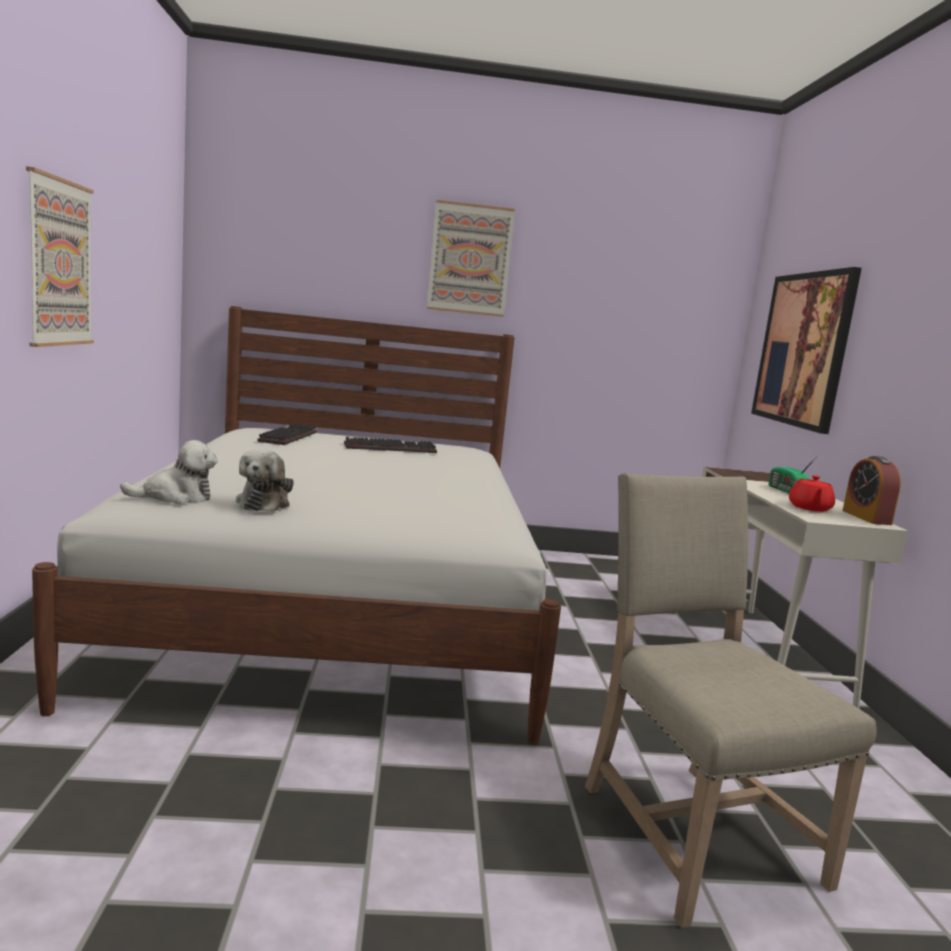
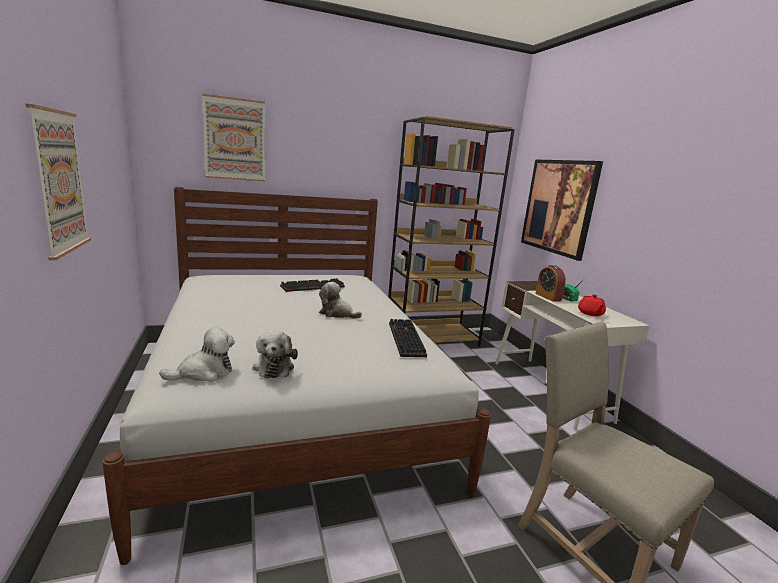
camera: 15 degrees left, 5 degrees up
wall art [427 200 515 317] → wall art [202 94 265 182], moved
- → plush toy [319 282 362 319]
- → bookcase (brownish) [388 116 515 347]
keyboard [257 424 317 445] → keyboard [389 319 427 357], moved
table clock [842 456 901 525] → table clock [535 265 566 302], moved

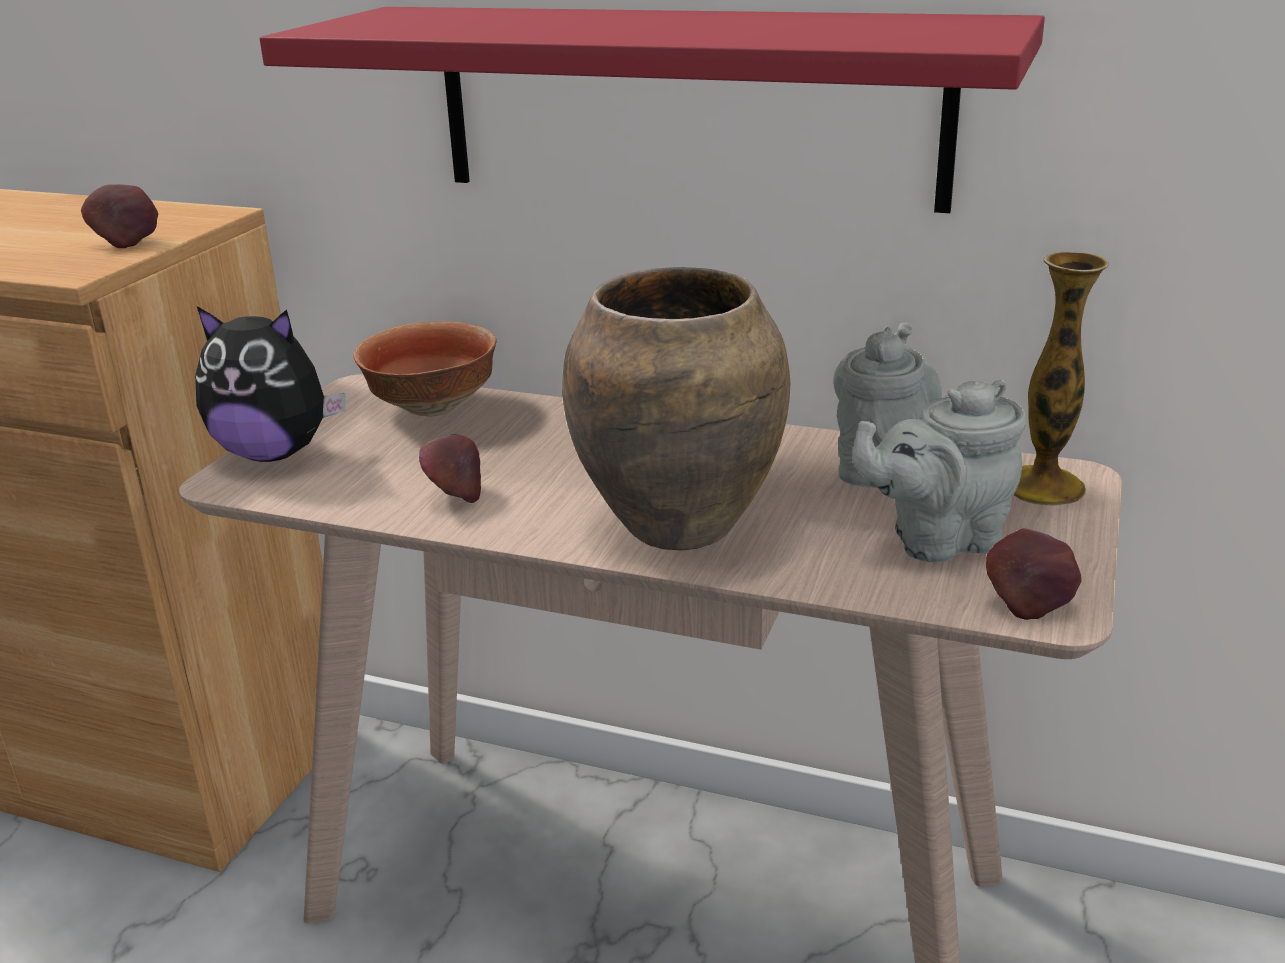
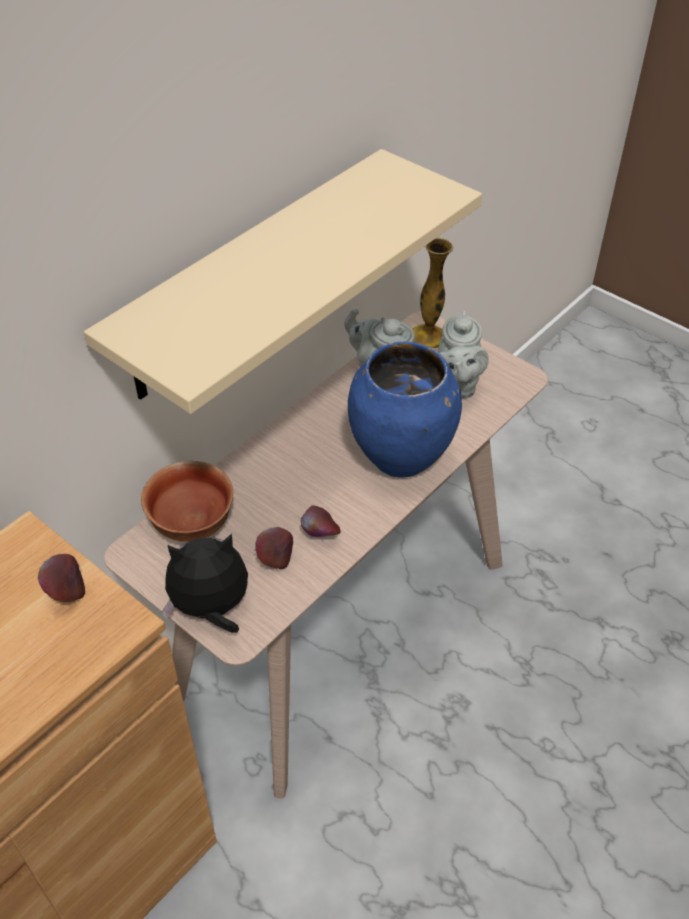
camera: 70 degrees left, 20 degrees up
shelf (red-coloured) [260 7 1045 213] → shelf (beige-coloured) [84 149 482 414]
plush toy [195 306 346 462] → plush toy [162 533 248 633], 135 degrees counterclockwise
apple [986 528 1081 620] → apple [255 527 293 569], moved
vase (brownish) [562 267 790 551] → vase (bluish) [348 341 462 478]

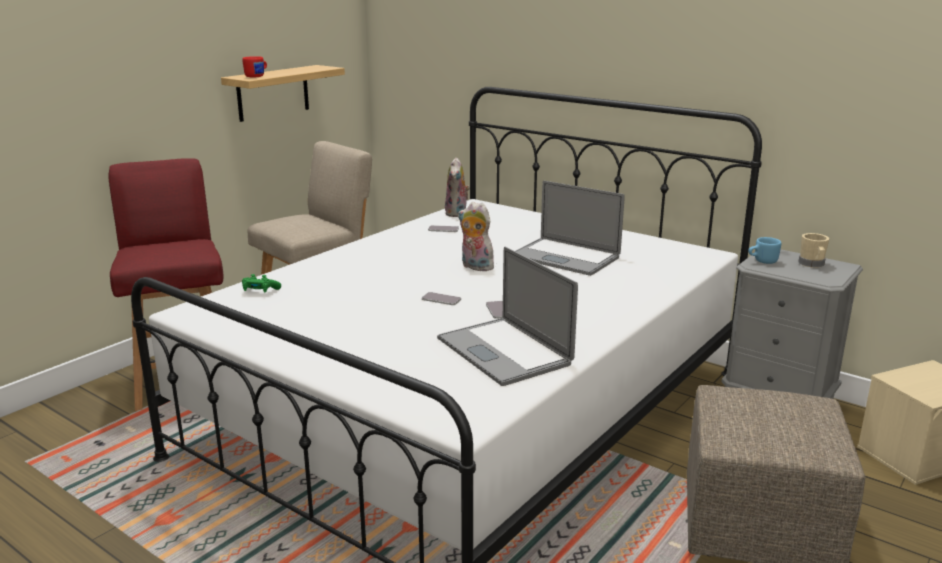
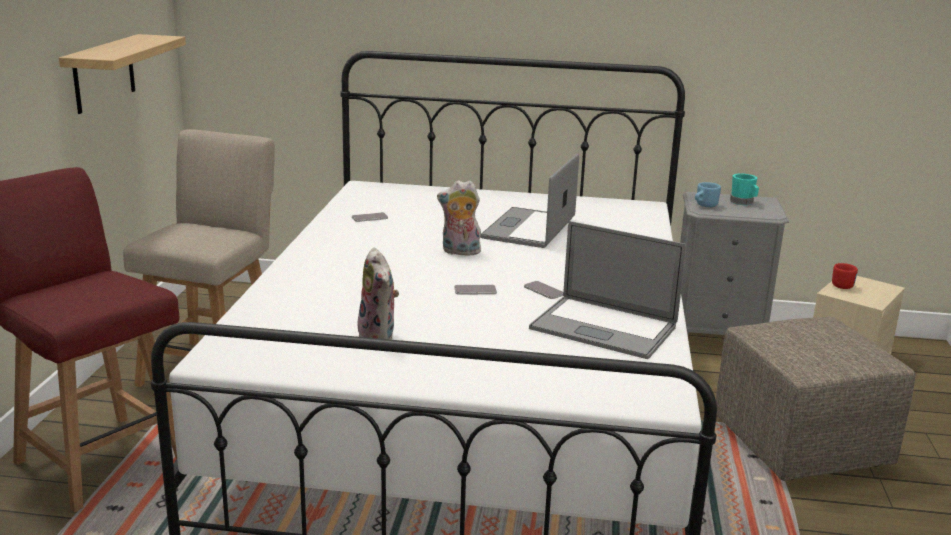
camera: 30 degrees left, 0 degrees up
plush toy [445 157 470 217] → plush toy [358 247 399 340], moved
notebook computer [515 181 625 276] → notebook computer [481 154 579 248], 105 degrees clockwise
coffee mug (beige-coloured) [798 233 830 268] → coffee mug (turquoise-coloured) [730 174 759 205]
coffee mug (red-coloured) [242 56 267 78] → coffee mug (red-coloured) [832 263 858 289], moved
joypad (greenish) [242 274 281 293] → -

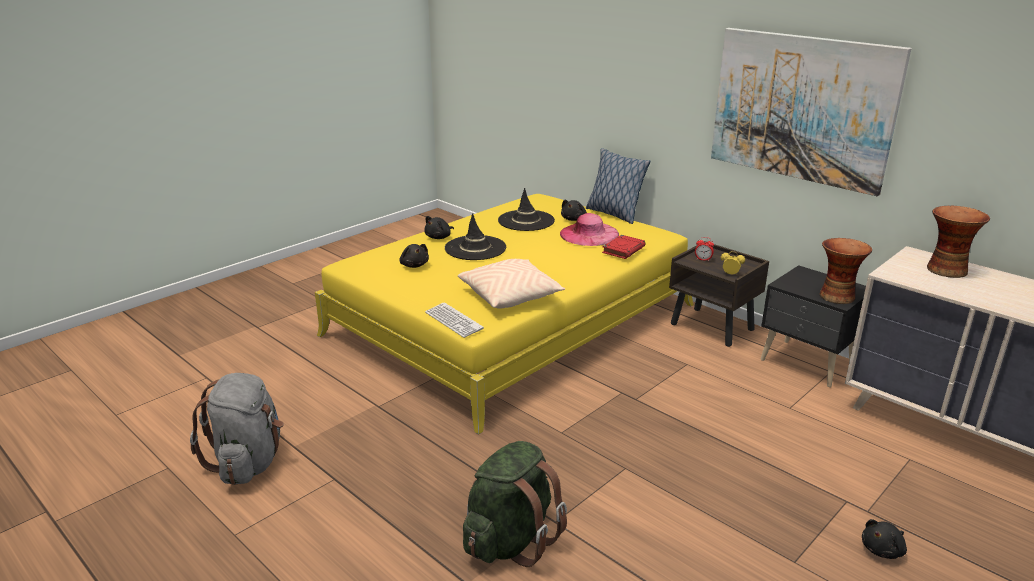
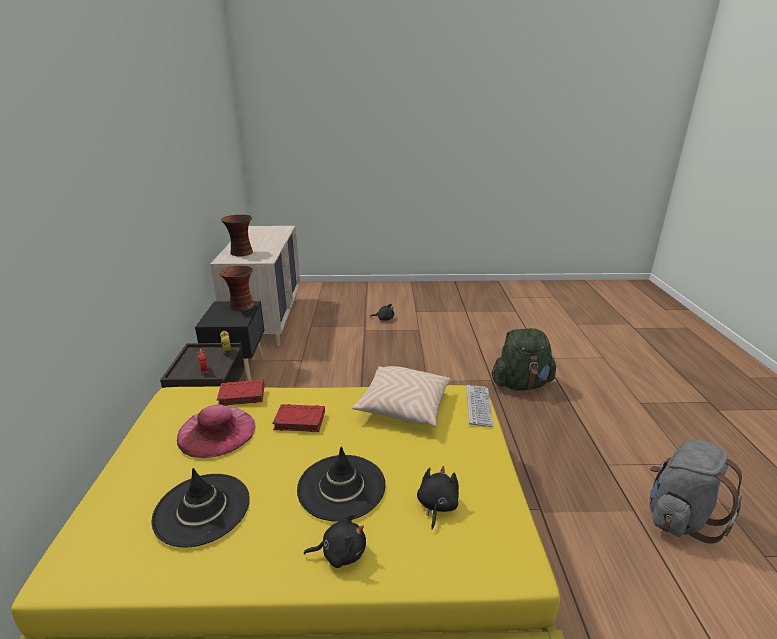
camera: 135 degrees left, 0 degrees up
- → book (red-coloured) [272 404 325 432]
plush toy (black-coloured) [561 200 587 221] → -
throw pillow [586 148 650 224] → -
wall art [711 28 911 196] → -

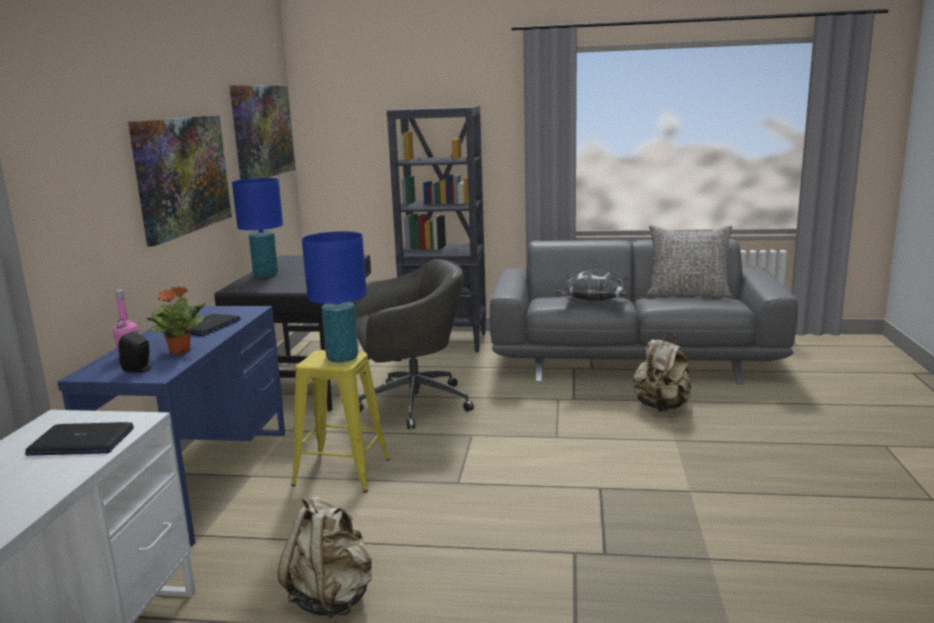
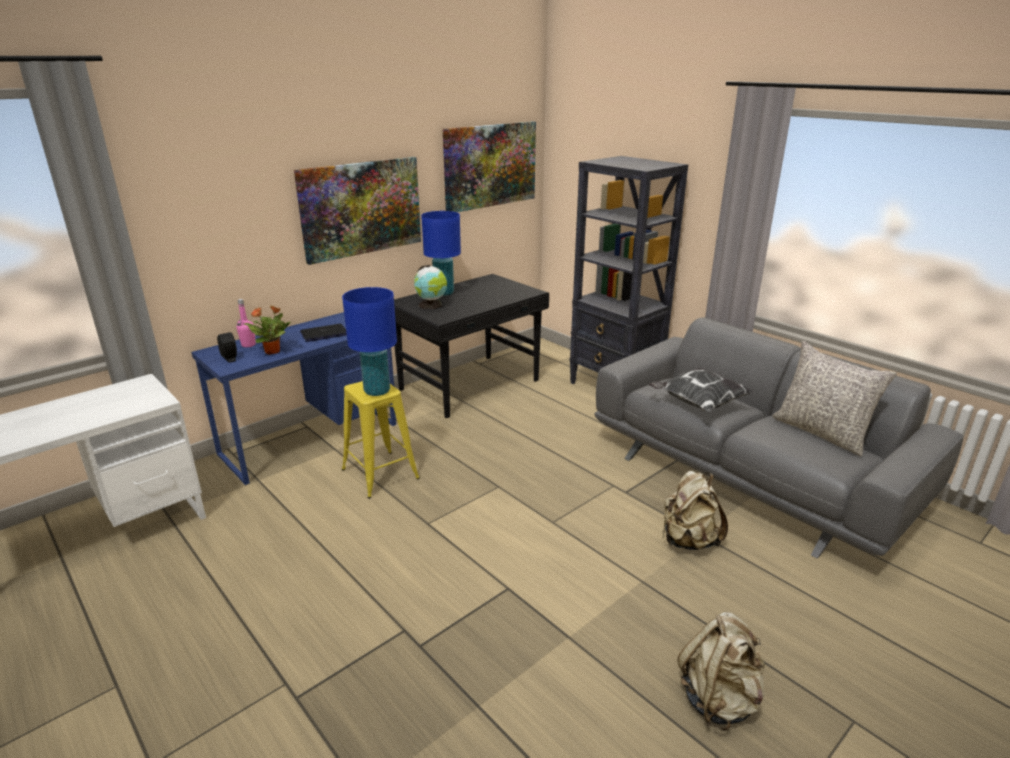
camera: 40 degrees right, 10 degrees up
- → desk globe [414 265 447 309]
knapsack (beige-coloured) [278 496 372 618] → knapsack (beige-coloured) [677 612 765 731], moved
notebook computer [25 422 134 456] → -
desk chair (gray) [351 259 474 429] → -

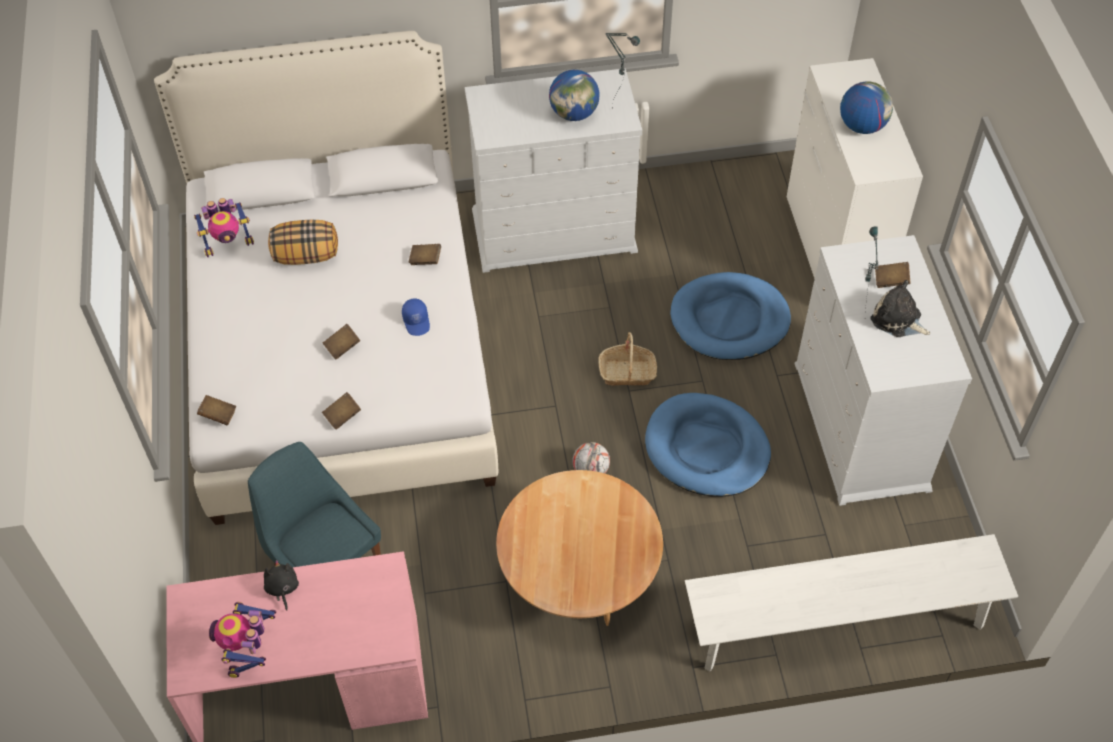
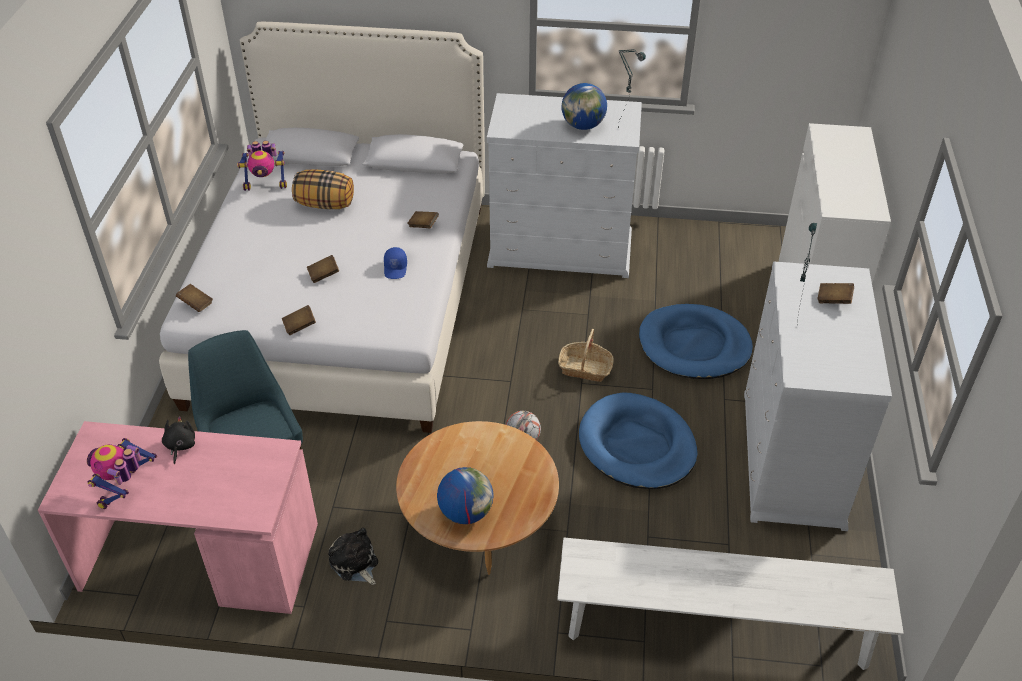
camera: 15 degrees right, 10 degrees down
plush toy [871 280 930 337] → plush toy [328 528 378 585], moved
desk globe [840 81 893 134] → desk globe [437 467 494 524], moved

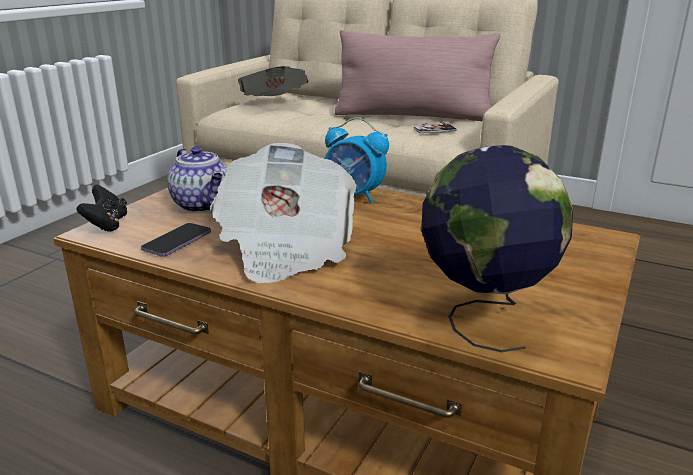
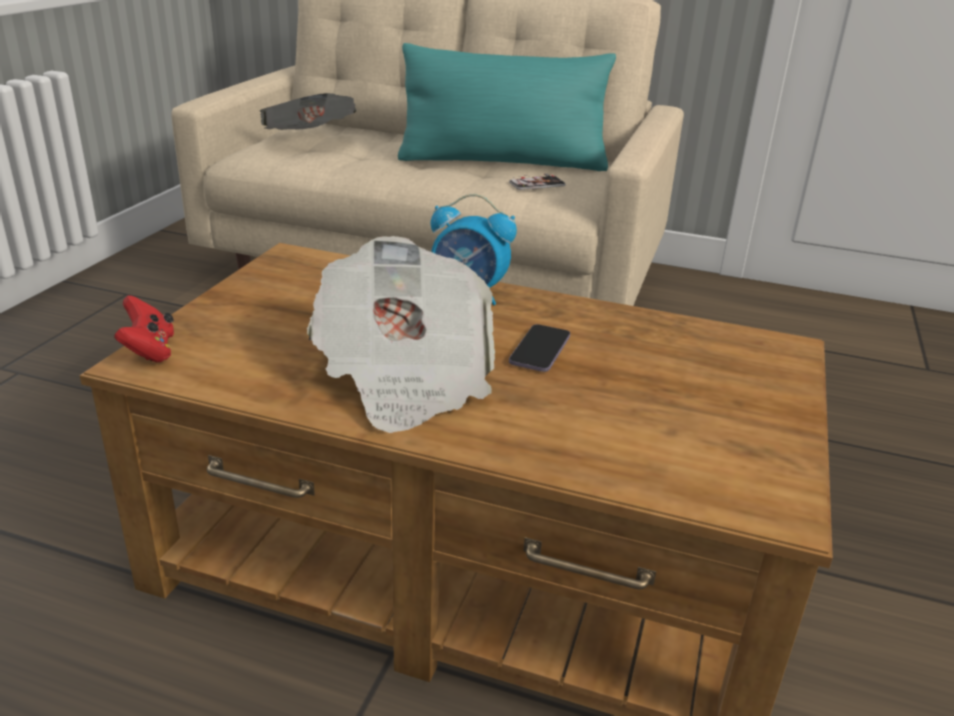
camera: 10 degrees left, 5 degrees up
joypad (black-coloured) [76 185 127 232] → joypad (red-coloured) [114 295 174 362]
throw pillow (pink) [335 30 500 121] → throw pillow (turquoise-coloured) [398 43 616 171]
phone [141 223 211 256] → phone [509 324 570 372], moved
pot for tea [167 146 227 212] → -
desk globe [421 145 573 352] → -

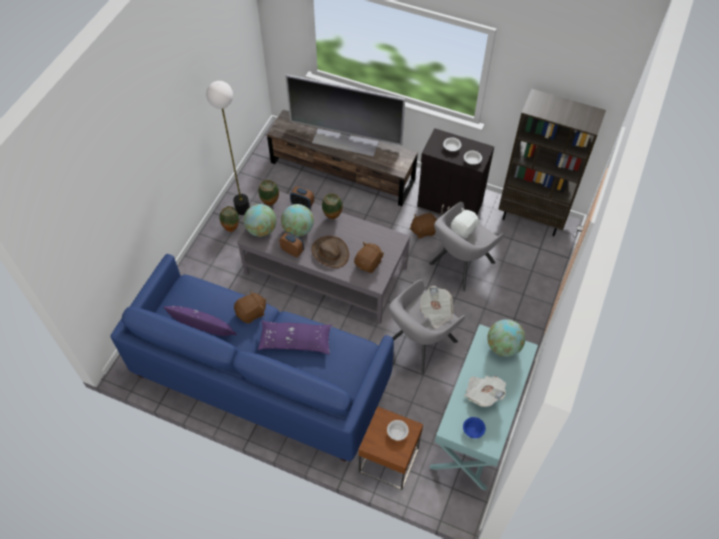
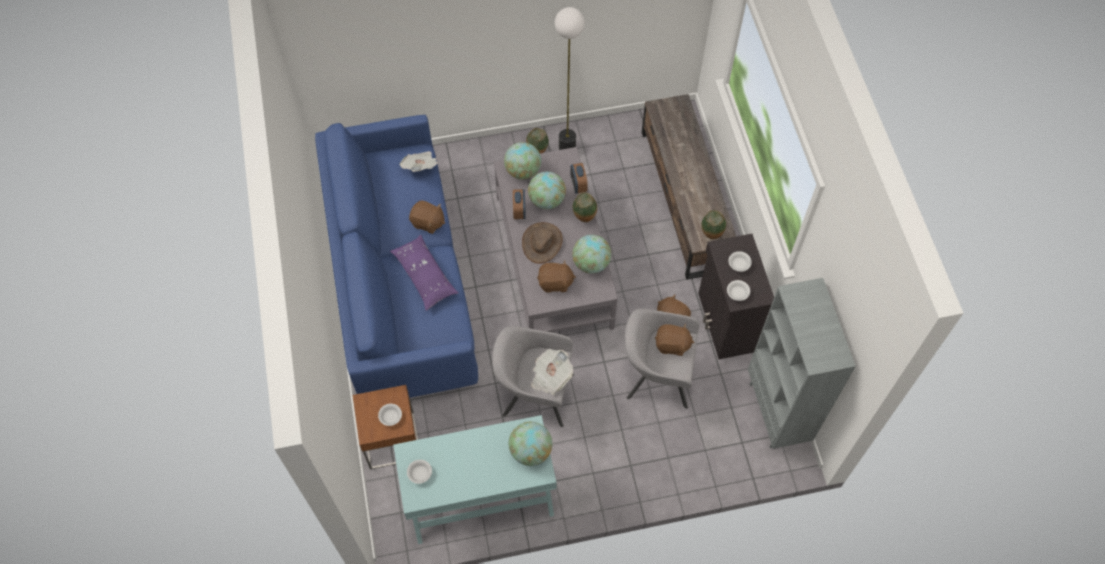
camera: 55 degrees right, 5 degrees up
printed paper [464 376 506 407] → printed paper [400 151 438 172], moved
deep dish (bluish) [463 417 486 438] → deep dish (white-coloured) [407 460 432 484]
- → desk globe [572 235 611 274]
plush toy (white-coloured) [451 208 480 238] → plush toy (brownish) [655 324 694 356]
vase [259 180 279 206] → vase [701 210 726 239], moved
bookcase (brownish) [498 89 606 237] → bookcase (gray) [748 278 856 449]
throw pillow (purple) [163 306 237 336] → -
TV set [285 74 405 156] → -

